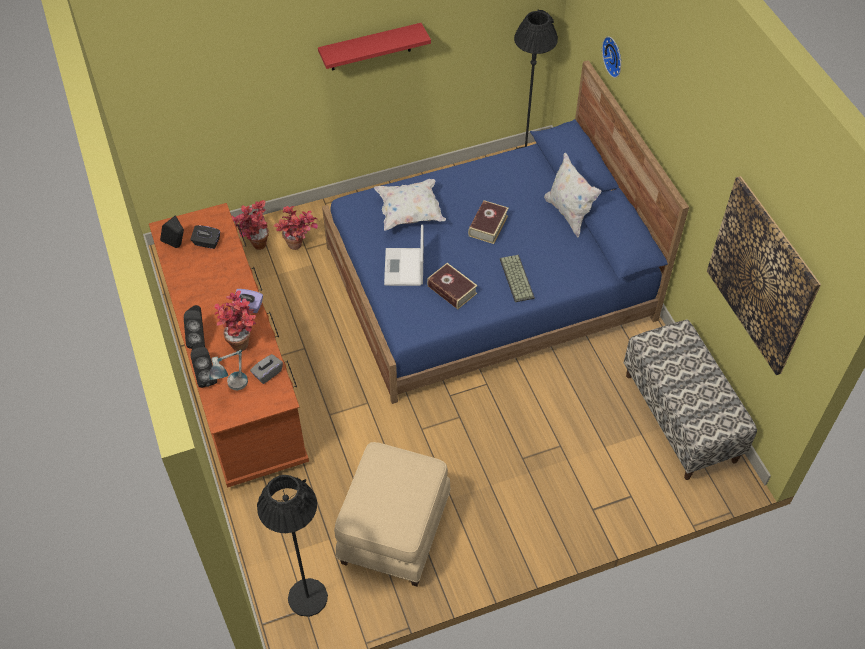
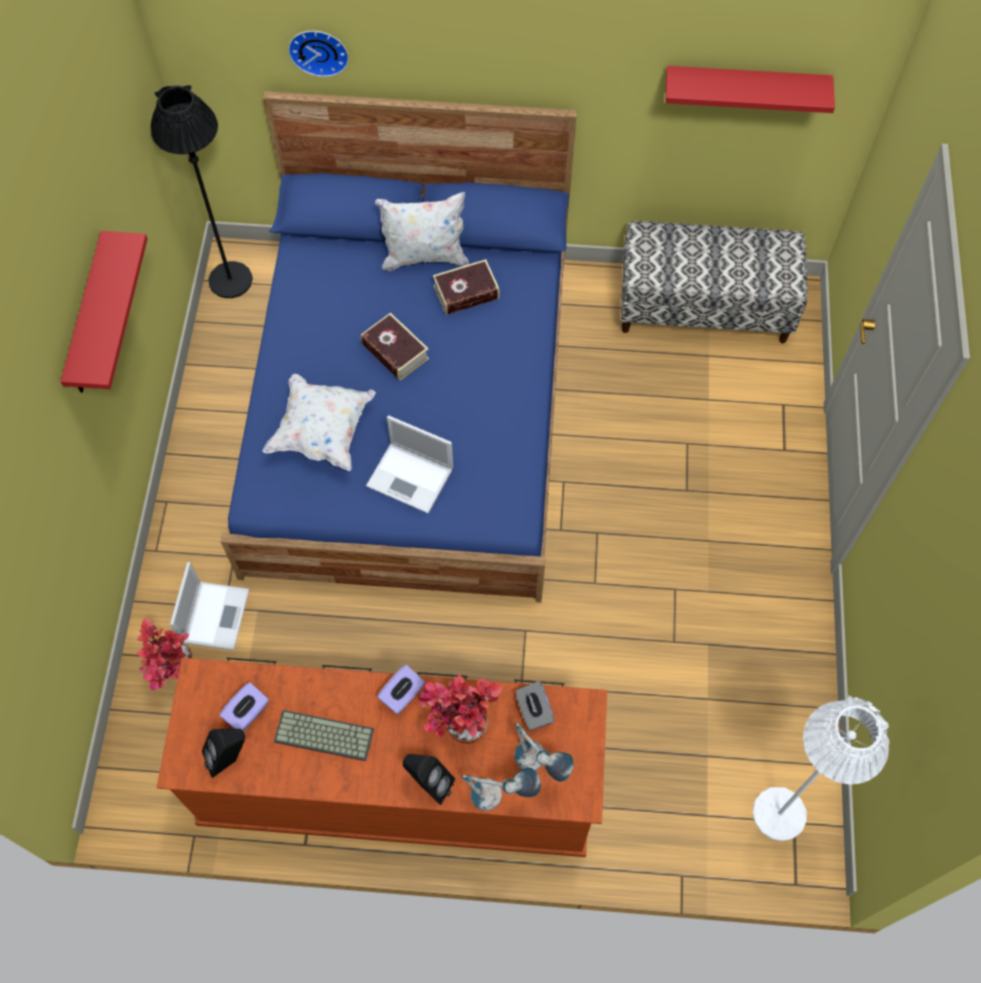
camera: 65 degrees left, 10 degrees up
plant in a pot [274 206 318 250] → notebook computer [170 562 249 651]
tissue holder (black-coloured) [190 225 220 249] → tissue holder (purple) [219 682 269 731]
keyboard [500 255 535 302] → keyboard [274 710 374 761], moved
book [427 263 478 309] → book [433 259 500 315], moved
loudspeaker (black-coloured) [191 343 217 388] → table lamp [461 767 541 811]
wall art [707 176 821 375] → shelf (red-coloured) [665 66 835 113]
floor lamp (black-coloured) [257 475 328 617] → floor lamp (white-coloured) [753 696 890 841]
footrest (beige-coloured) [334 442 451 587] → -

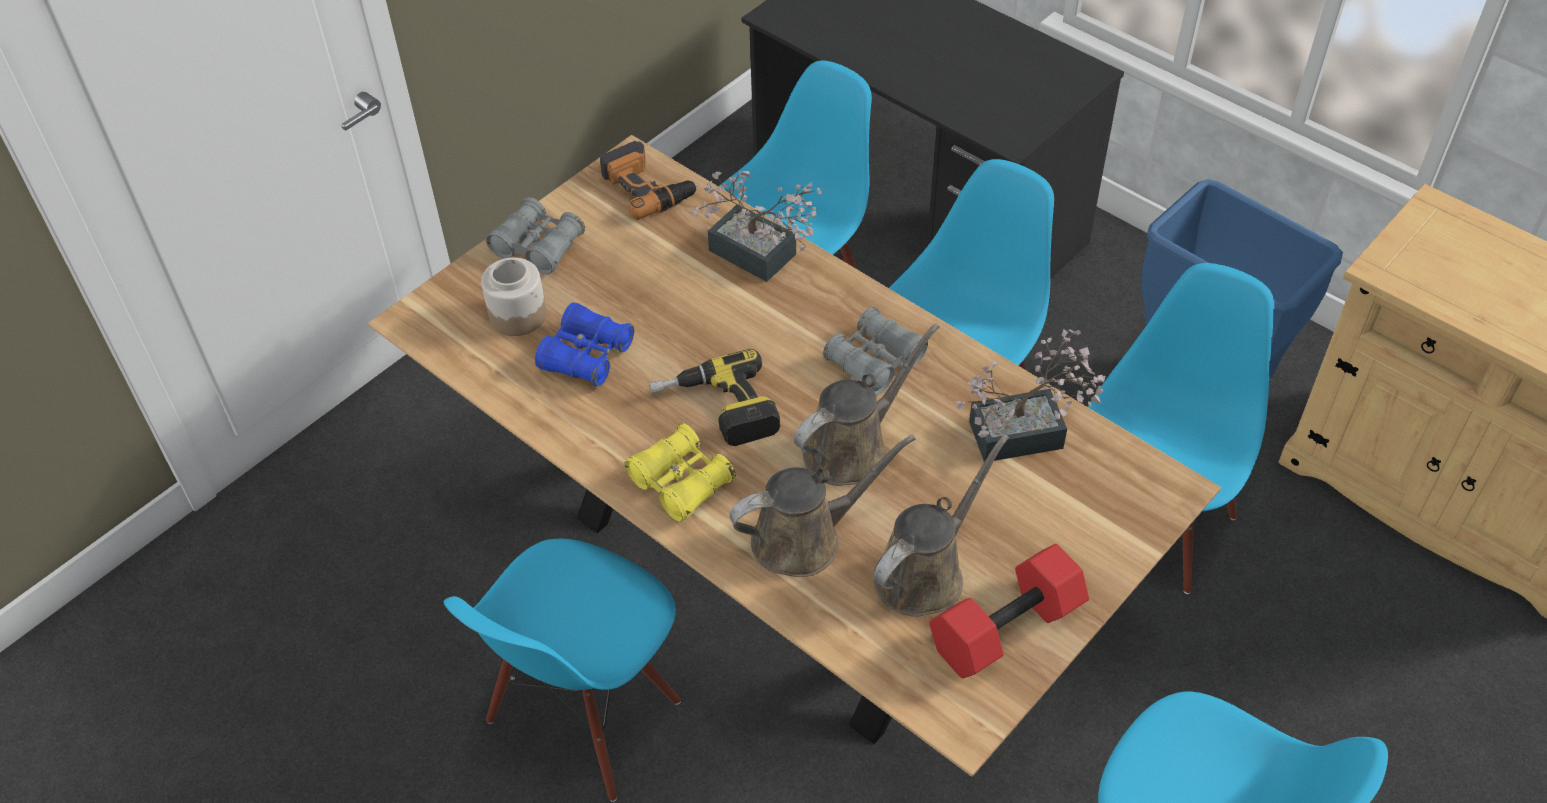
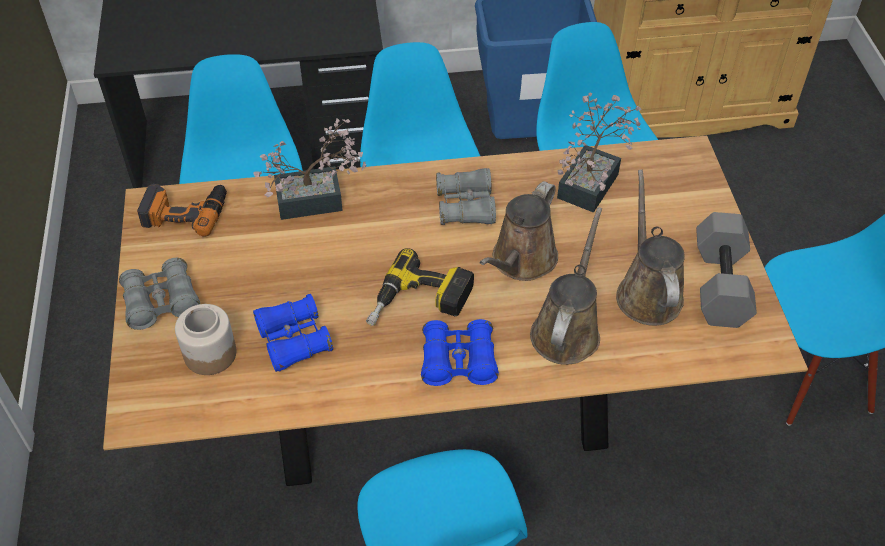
camera: 50 degrees left, 0 degrees up
pair of binoculars (yellow-coloured) [625 423 736 522] → pair of binoculars (bluish) [421 319 499 386]
watering can (brownish) [794 323 940 486] → watering can (brownish) [479 181 558 281], 150 degrees counterclockwise
hand weight (red-coloured) [929 544 1089 678] → hand weight (gray) [696 212 757 328]

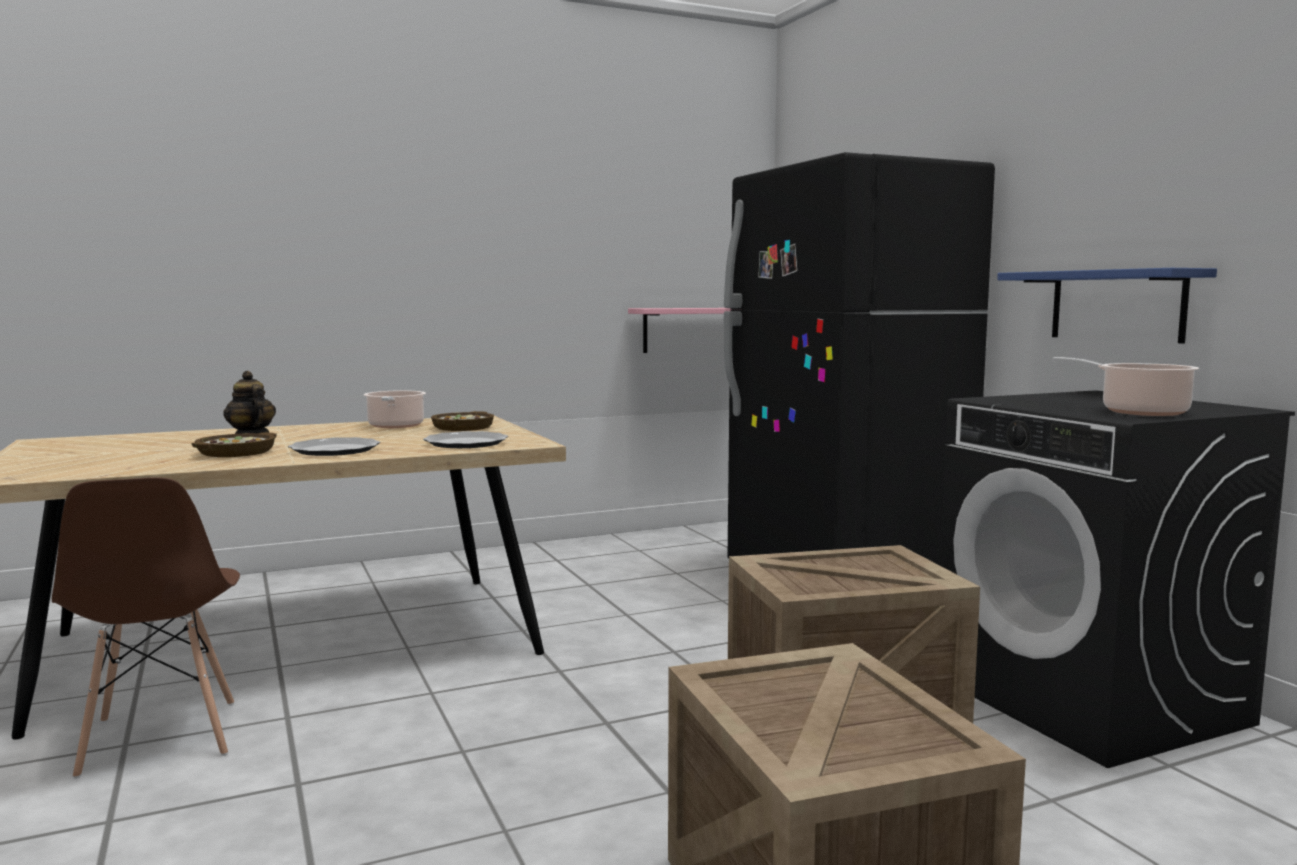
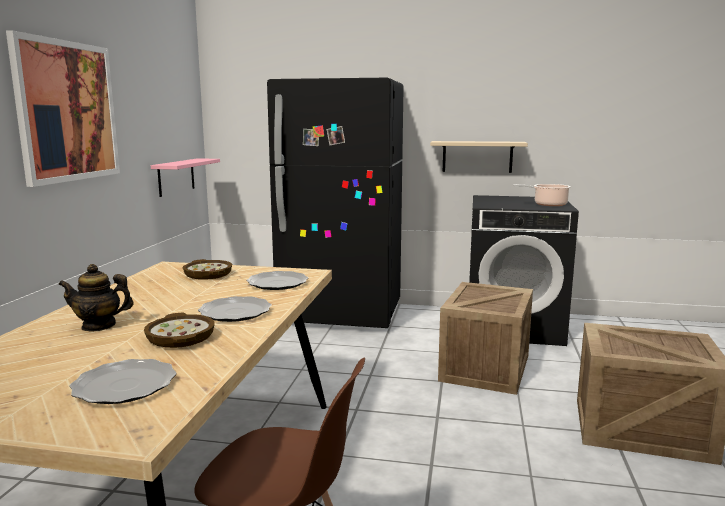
camera: 55 degrees left, 5 degrees up
- → wall art [6 30 120 187]
- → flat dish [70 359 176 404]
shelf (bluish) [997 268 1217 344] → shelf (beige-coloured) [430 141 528 173]
cooking pot [364 390 426 428] → -

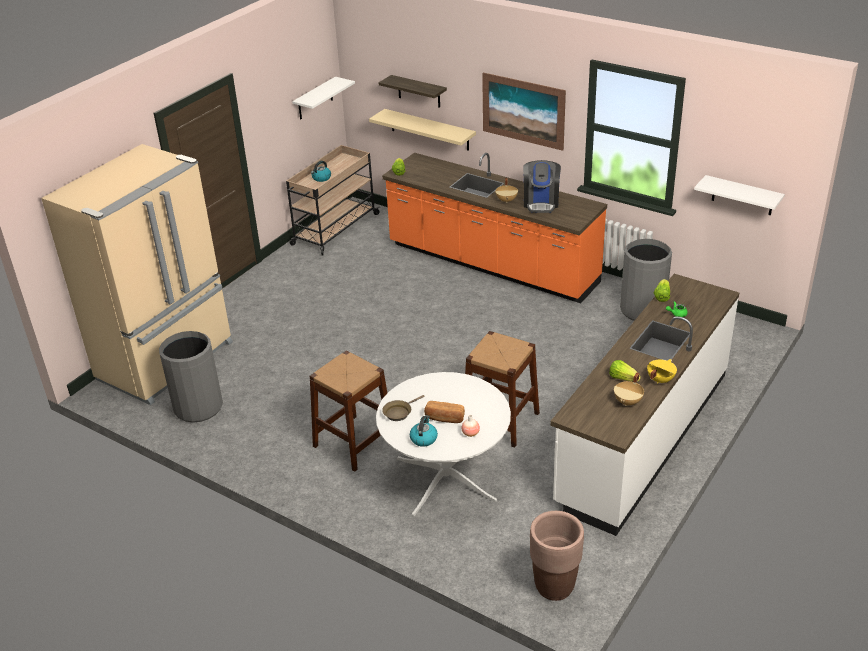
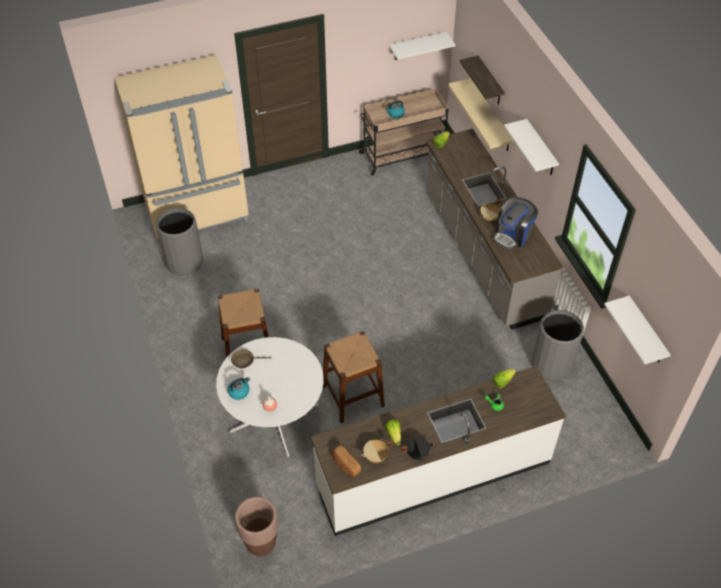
camera: 35 degrees right, 15 degrees up
baked bread [424 401 465 423] → baked bread [332 445 361 477], moved
cooking pot (yellow-coloured) [647 359 677 384] → cooking pot (black-coloured) [401 436 434 460]
kitchen base unit (orangey) [382 153 607 303] → kitchen base unit (gray) [426 129 563 330]
wall art [482 72 566 151] → shelf (white-coloured) [504 119 559 175]

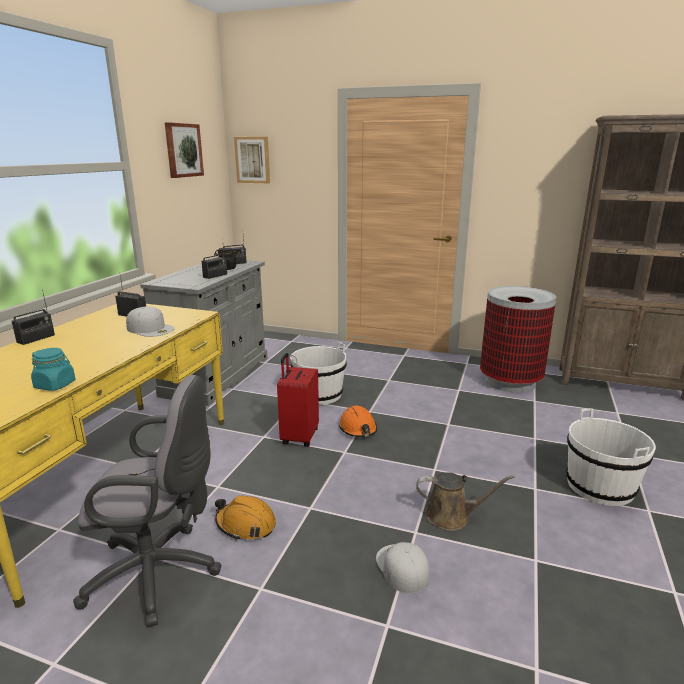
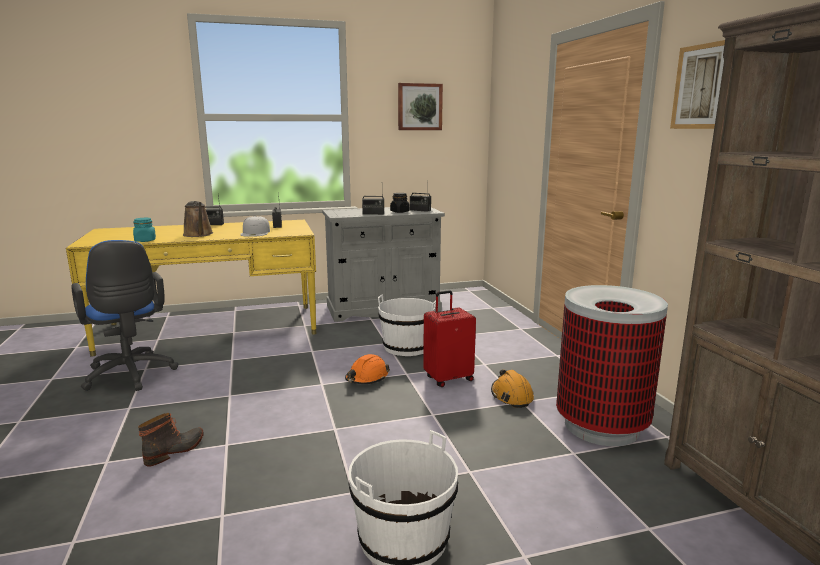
camera: 55 degrees right, 5 degrees down
desk chair (gray) [73 375 221 627] → desk chair (bluish) [71 240 178 391]
cap (white-coloured) [376 542 430 594] → high-top boot [138 413 204 466]
watering can (brownish) [416 472 515 531] → watering can (brownish) [183 201 213 237], moved
travel case (red-coloured) [277 353 319 447] → travel case (red-coloured) [423 290 476 387], moved
work helmet (orangey) [215 495 276 540] → work helmet (orangey) [491 369 534 408], moved
wall art [234 137 270 183] → wall art [670 40 725 129], moved

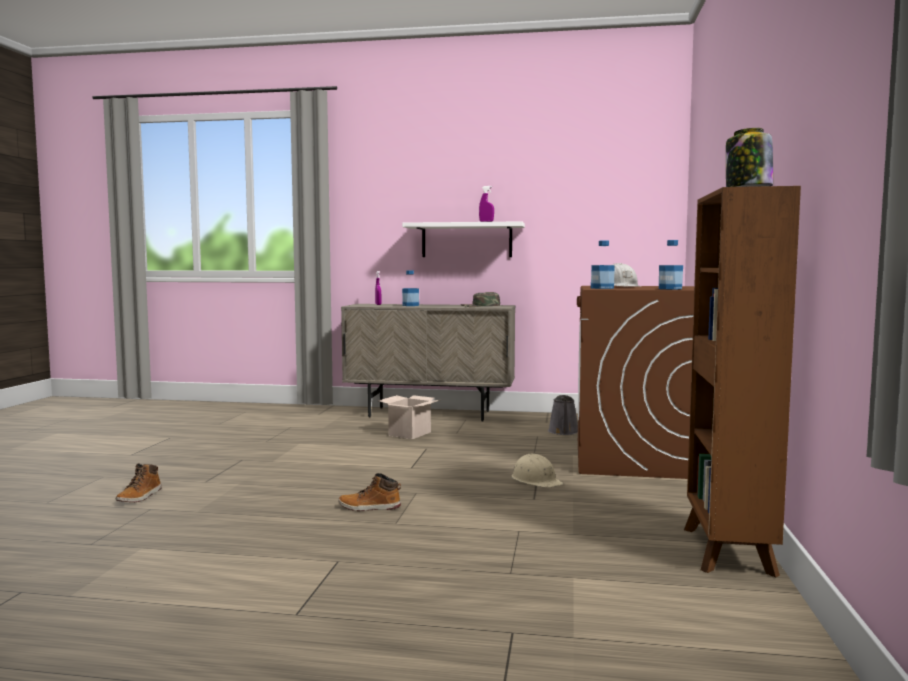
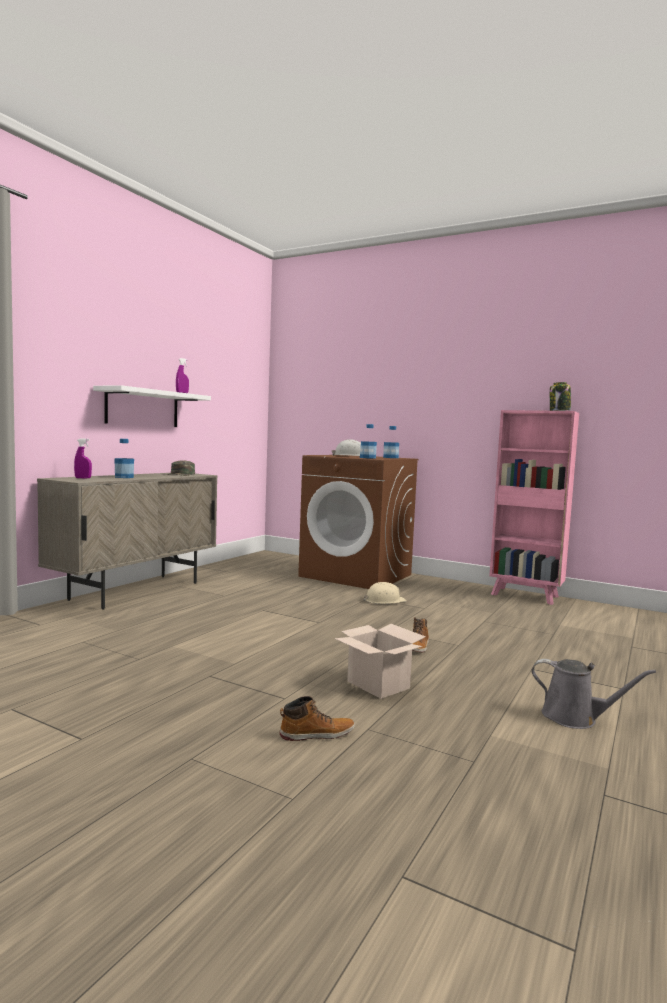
camera: 70 degrees left, 0 degrees up
high-top boot [115 463 161 502] → high-top boot [280 696 355 741], 45 degrees counterclockwise
carton [378 395 440 439] → carton [335 624 426 699], moved
bookcase (brownish) [684 186 801 577] → bookcase (pink) [489 410 579 605]
watering can (gray) [548 395 578 435] → watering can (gray) [531 659 656 729], moved

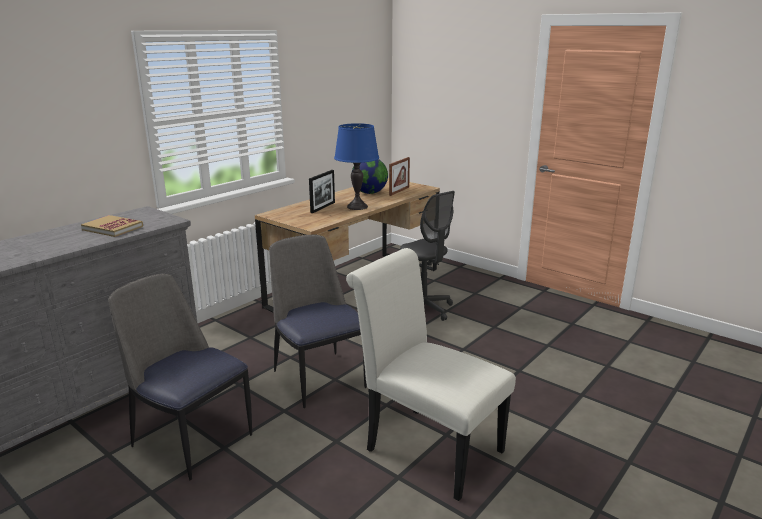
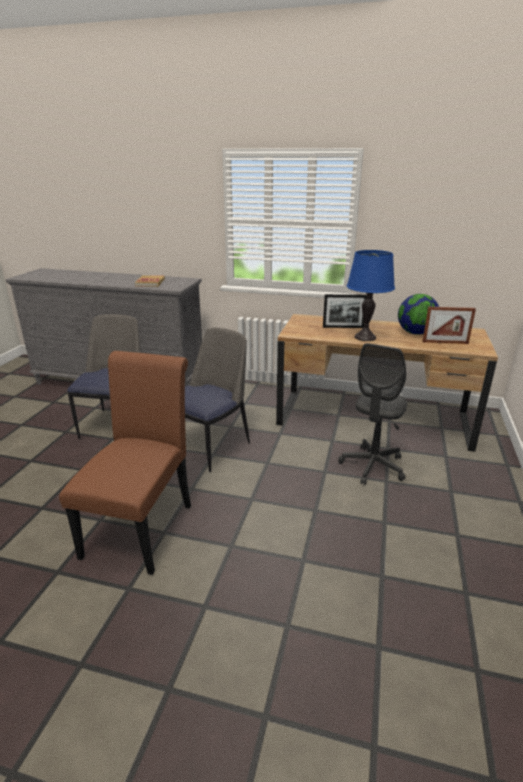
camera: 65 degrees right, 5 degrees up
plain chair (white-coloured) [346 248 516 501] → plain chair (brownish) [59 351 191 575]

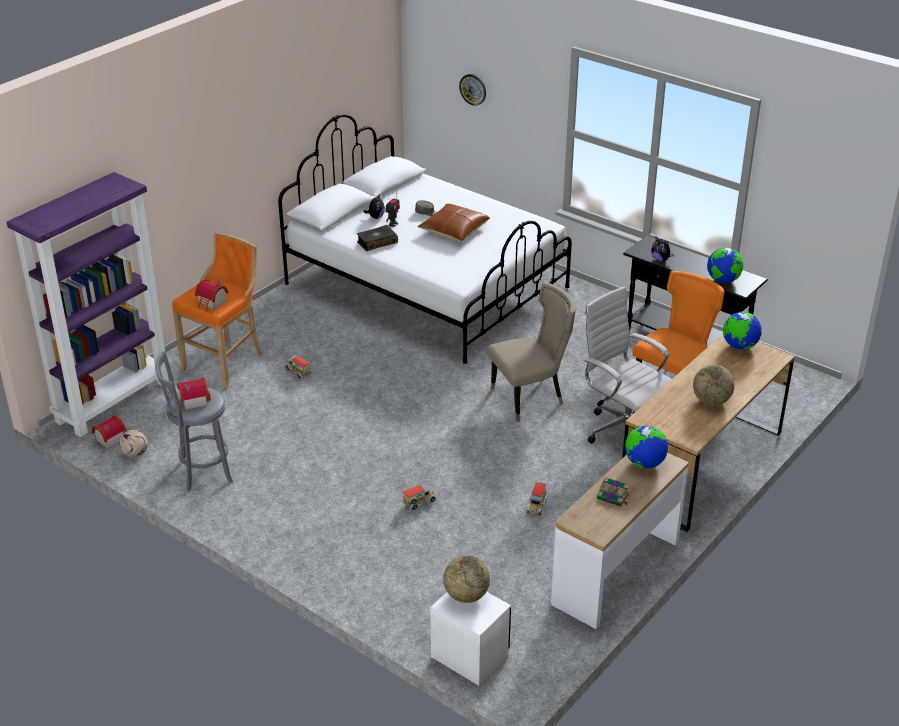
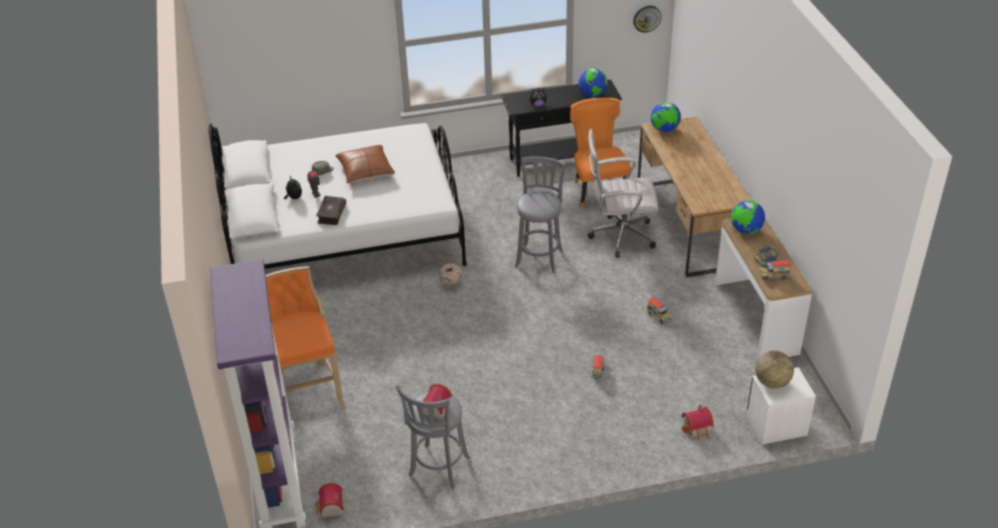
camera: 50 degrees left, 5 degrees up
football [119 430 148 458] → football [439 263 463 286], moved
plain chair (beige-coloured) [487 282 576 422] → sitting stool (gray) [515 156 566 273]
wall clock [459 74 486 106] → wall clock [633 5 662 33], moved
miniature house [195 279 228 311] → miniature house [682 405 714 441], moved
toy lorry [285 355 312 378] → toy lorry [759 260 791 281], moved
desk globe [693 365 735 406] → -

